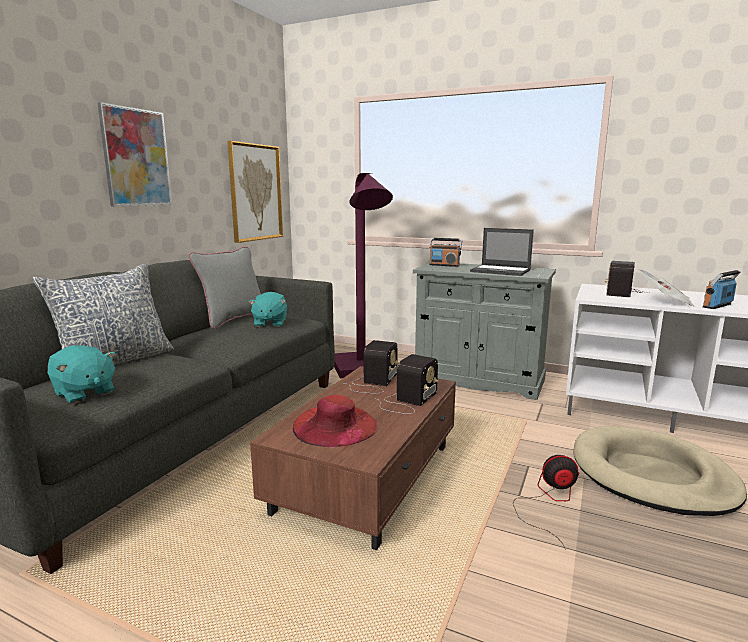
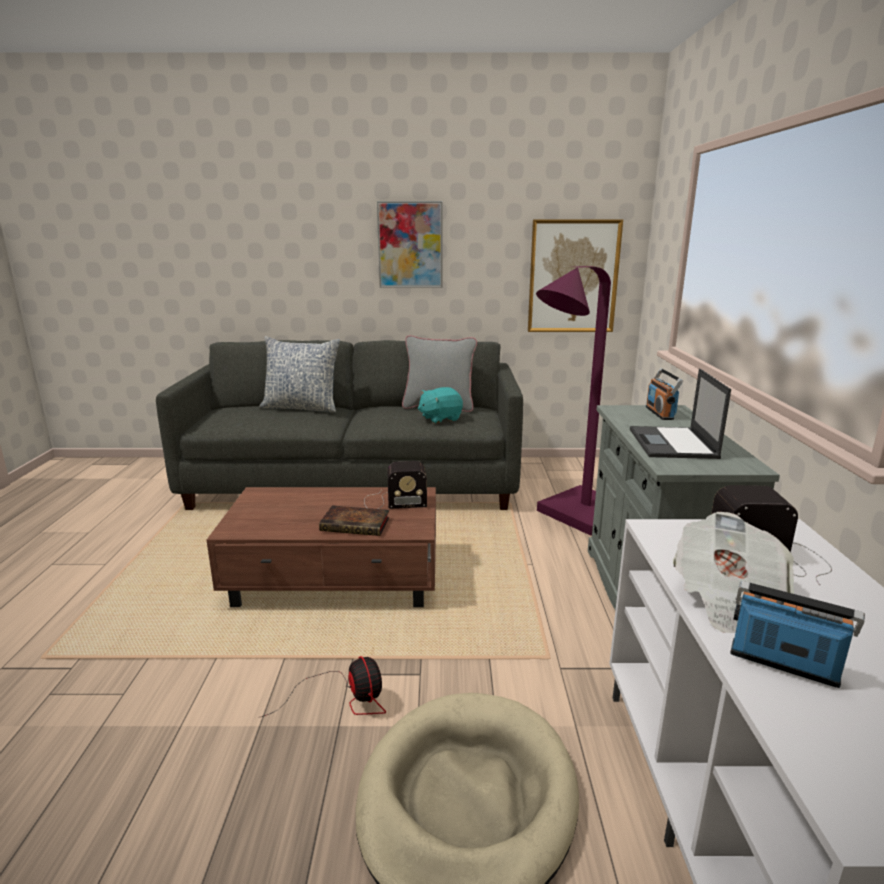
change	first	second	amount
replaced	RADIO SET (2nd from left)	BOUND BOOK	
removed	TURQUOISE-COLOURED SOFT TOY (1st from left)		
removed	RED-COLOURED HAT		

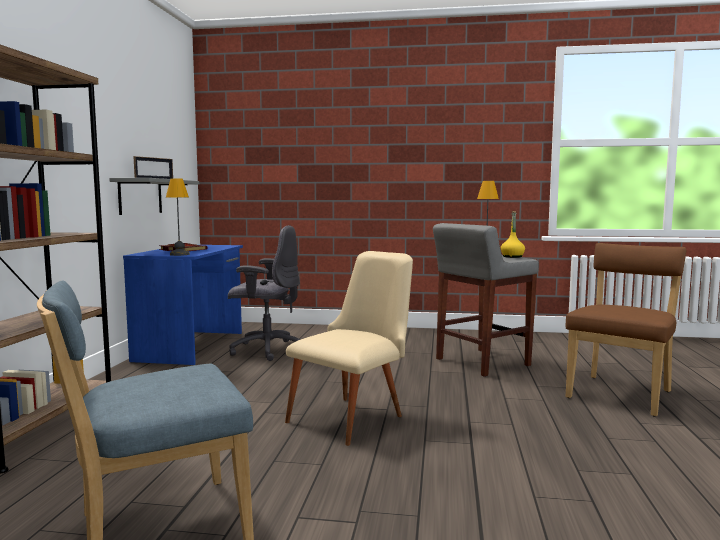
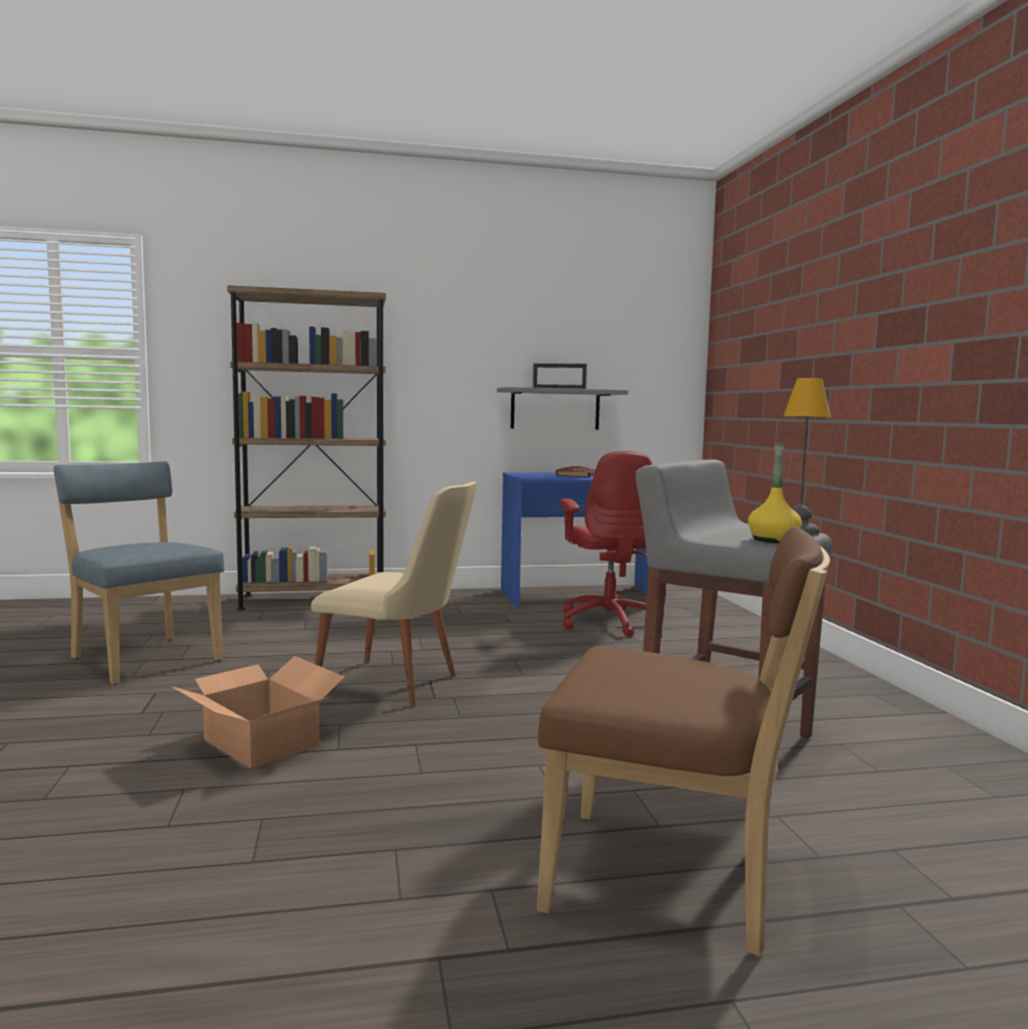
change	first	second	amount
added		PACKING BOX	
recoloured	GREYISH COMPUTER CHAIR	RED-COLOURED COMPUTER CHAIR	
removed	LAMP FOR A TABLE (1st from left)		

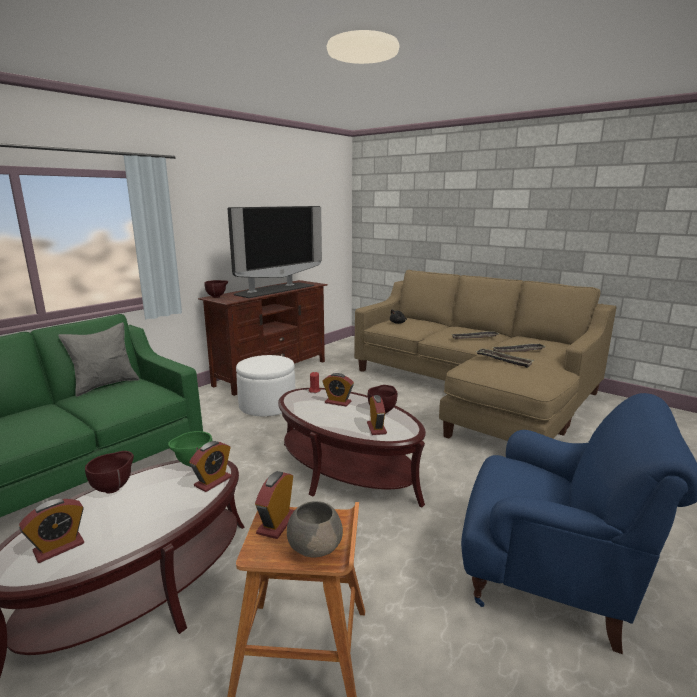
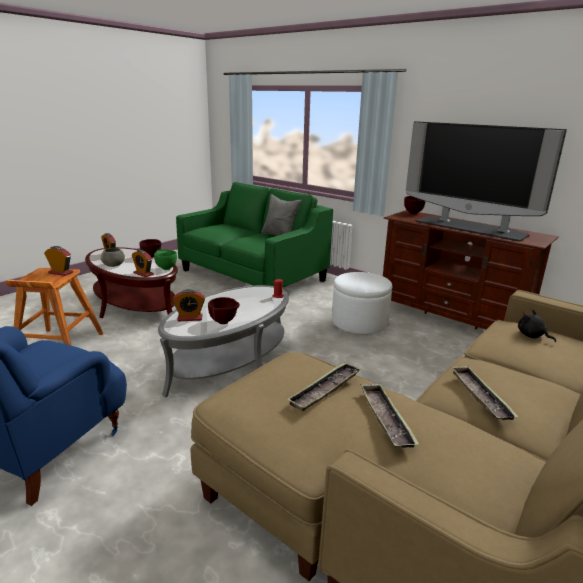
change	first	second	amount
moved	GREYISH BOWL		
recoloured	BROWN-COLOURED COFFEE TABLE (2nd from left)	GREYISH COFFEE TABLE	
removed	ALARM CLOCK (4th from left)		

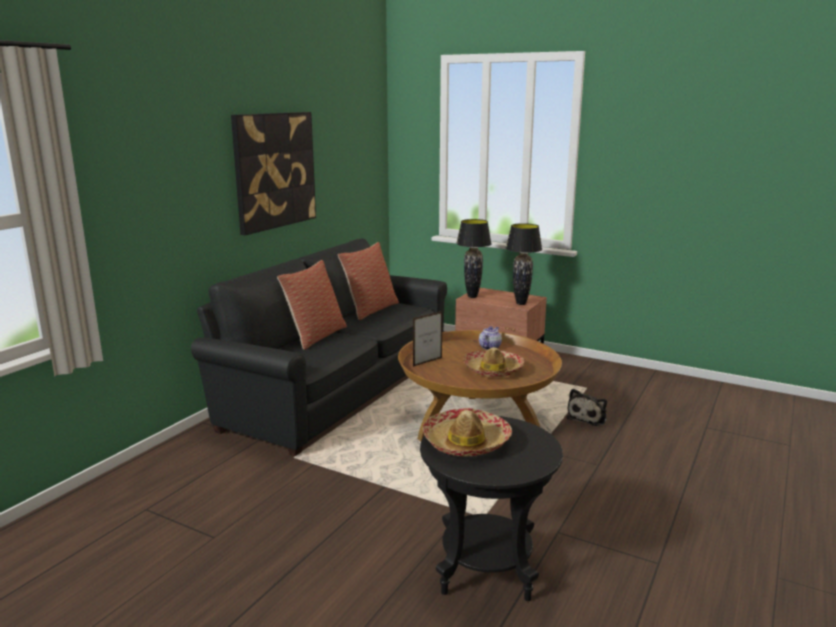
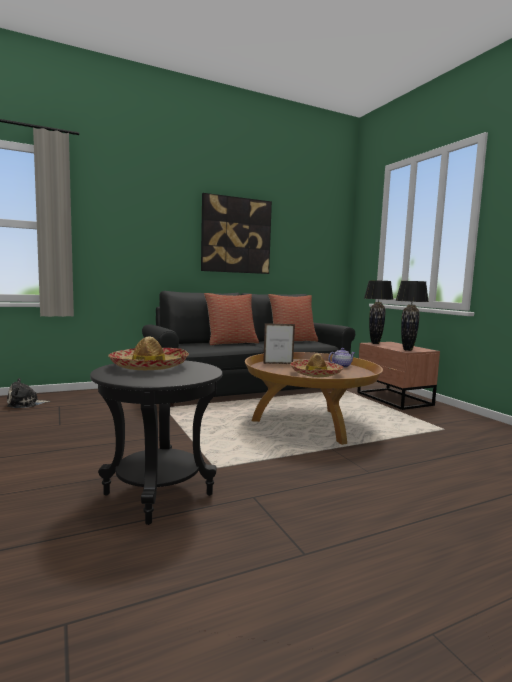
change	first	second	amount
moved	SOFT TOY		

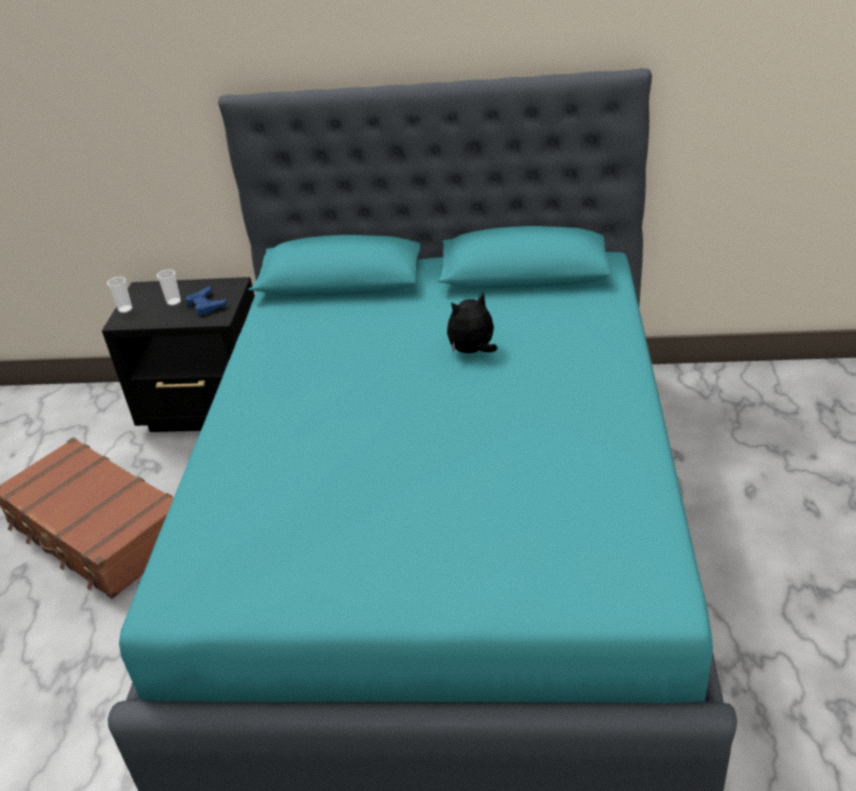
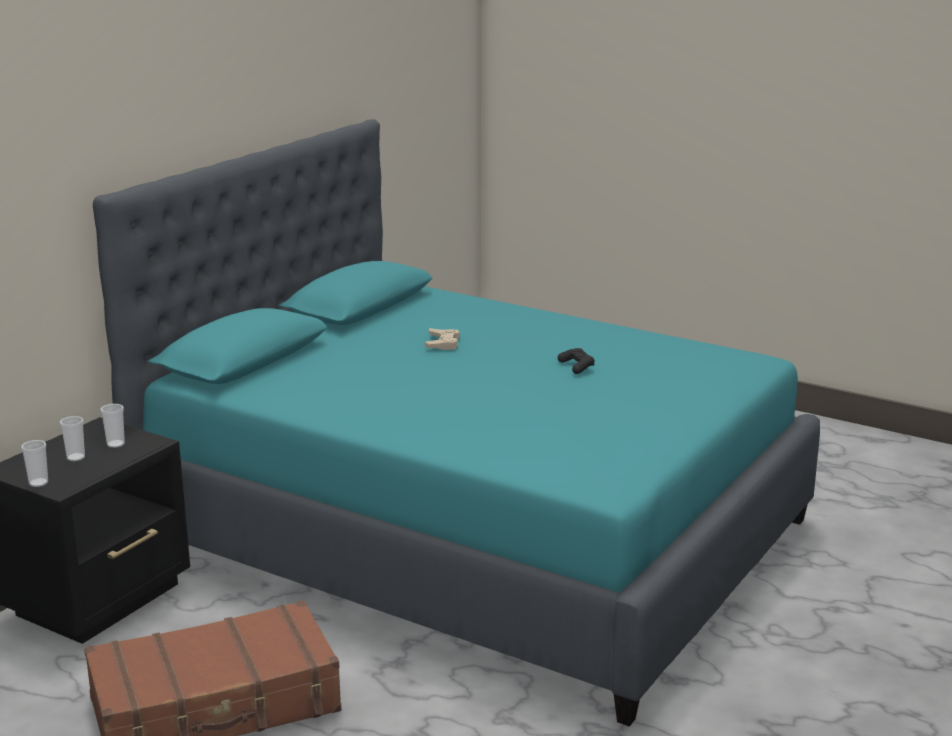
change	first	second	amount
replaced	BLUE GAMEPAD	CUP (3rd from left)	
replaced	SOFT TOY	BEIGE GAMEPAD	
added		BLACKISH GAMEPAD	

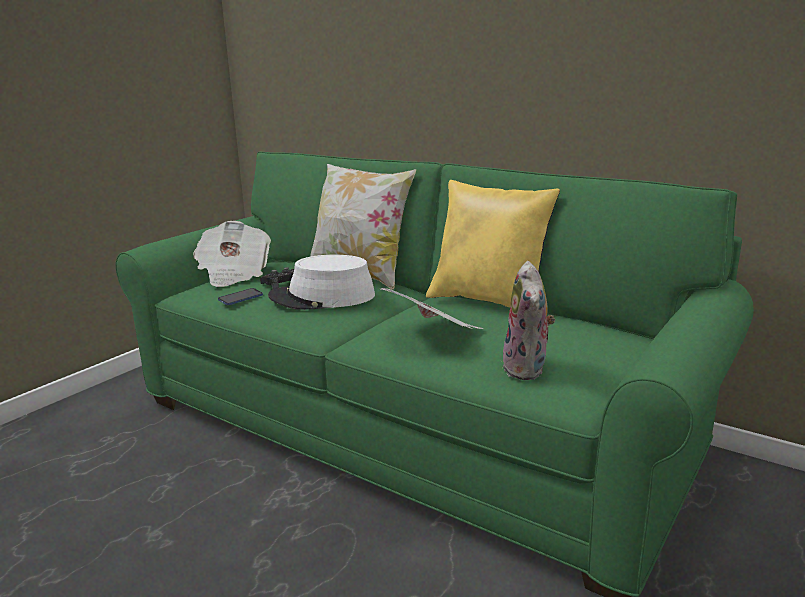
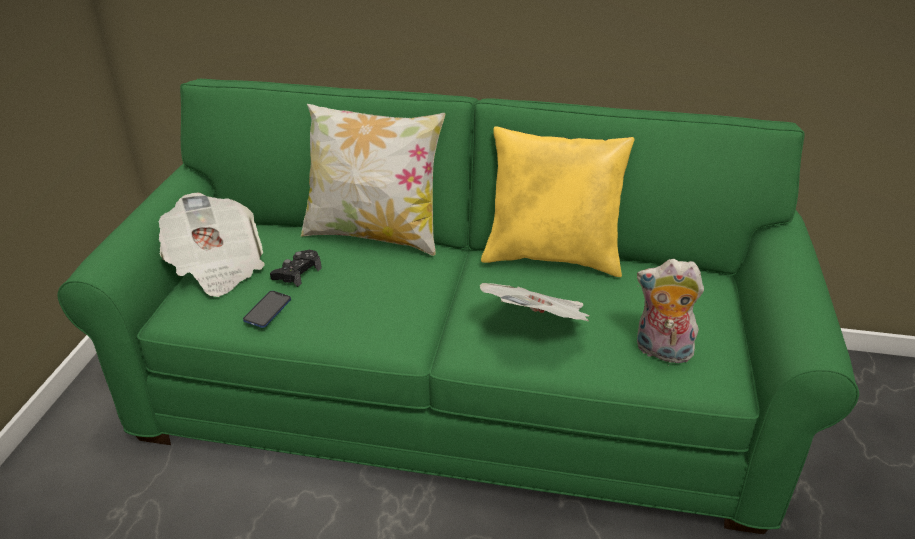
change	first	second	amount
turned	SOFT TOY		135 degrees clockwise
removed	WHITE HAT		

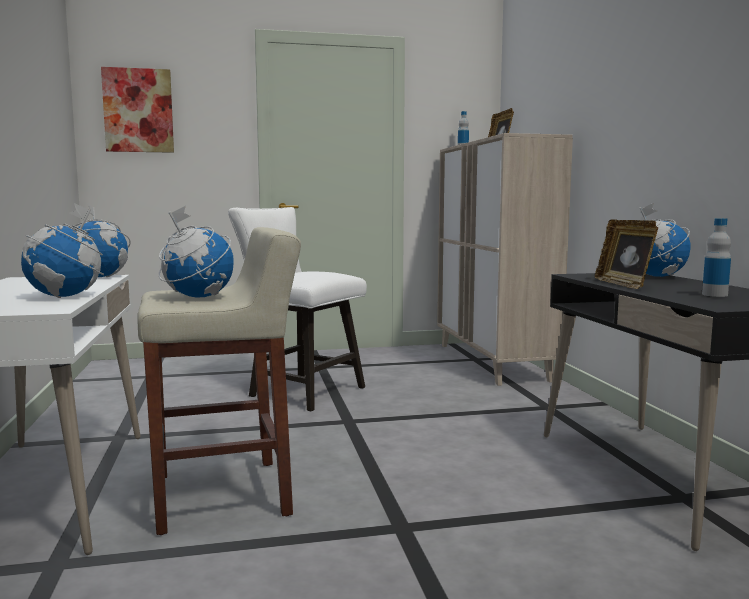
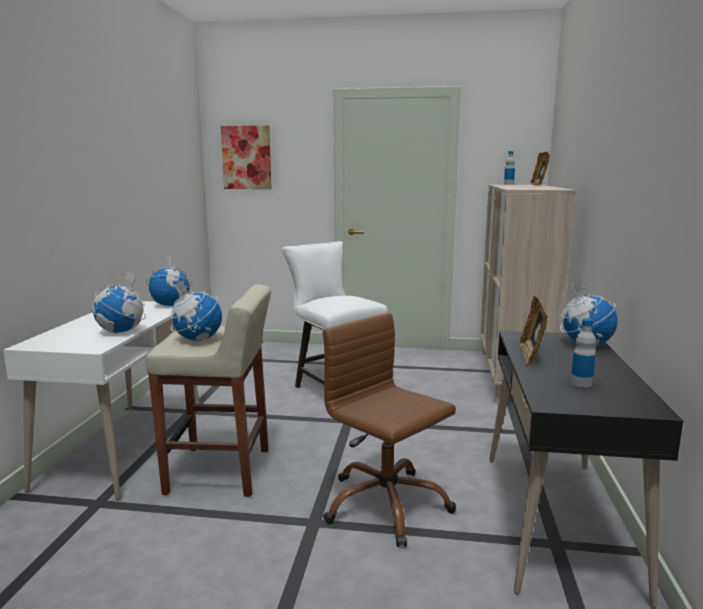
change	first	second	amount
added		BROWN-COLOURED COMPUTER CHAIR	

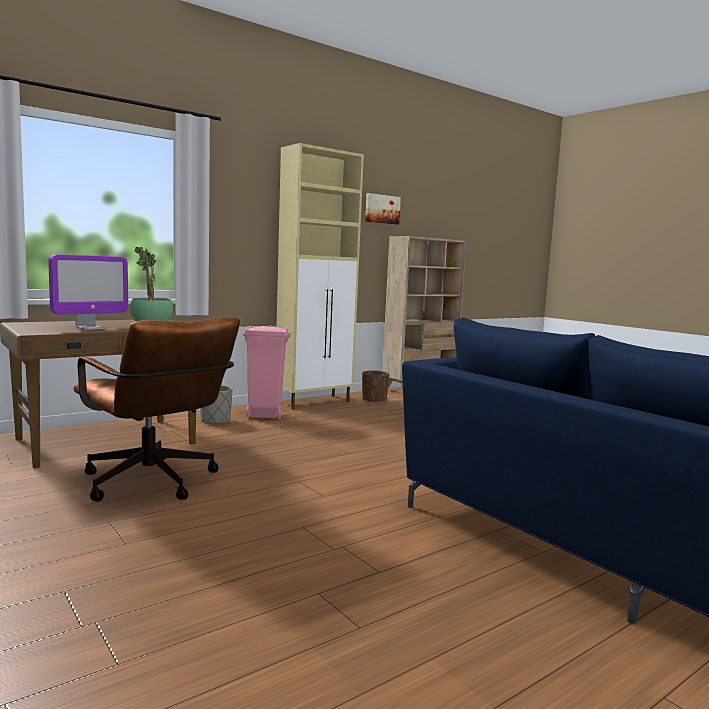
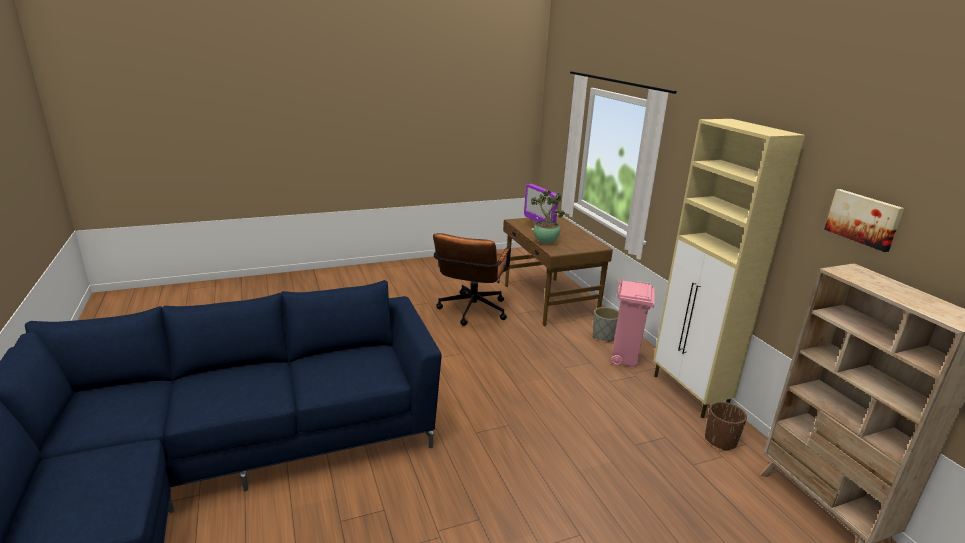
change	first	second	amount
turned	BROWN-COLOURED COMPUTER CHAIR		45 degrees counterclockwise

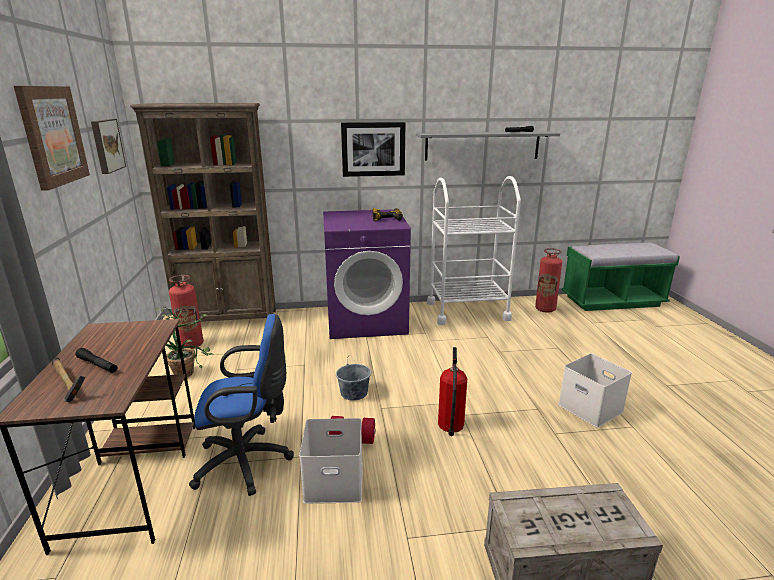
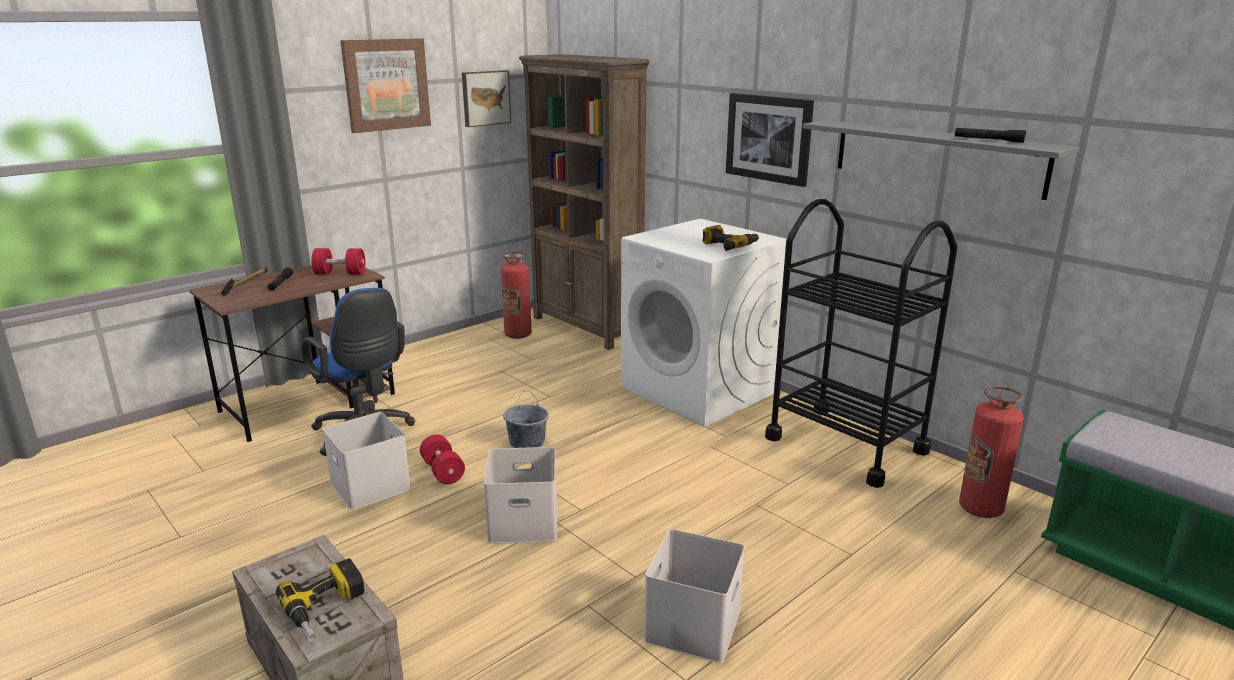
change	first	second	amount
added		DRILL (1st from left)	
added		RED-COLOURED FREE WEIGHT (1st from left)	
replaced	FIRE-FIGHTING CYLINDER (2nd from left)	WHITE STORAGE BOX (2nd from left)	
recoloured	PURPLE WASHING MACHINE	WHITE WASHING MACHINE	
recoloured	WHITE WHEELED CART	BLACKISH WHEELED CART	
removed	HOUSEPLANT		

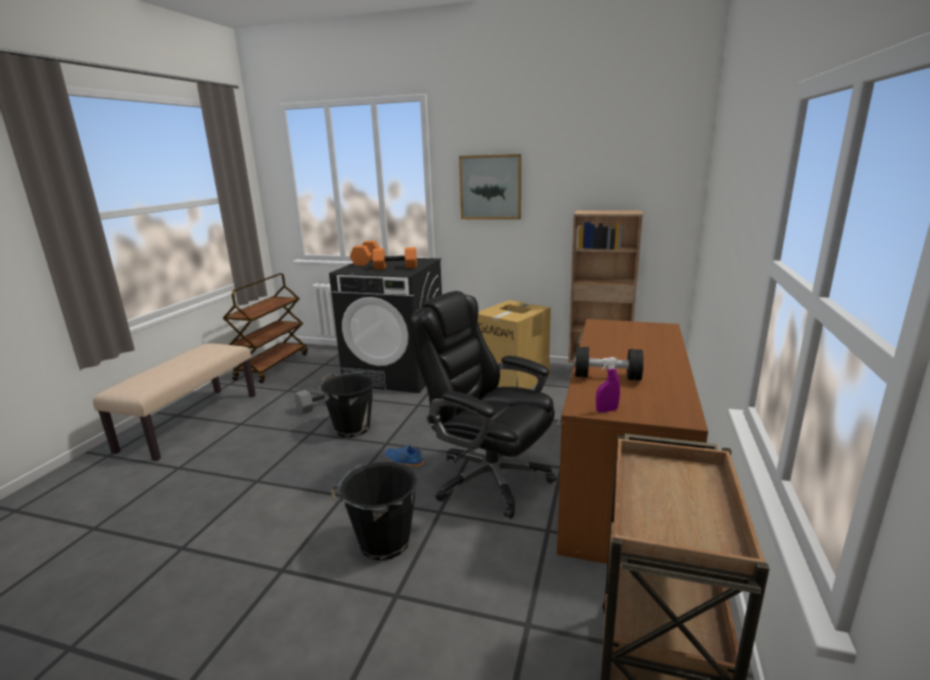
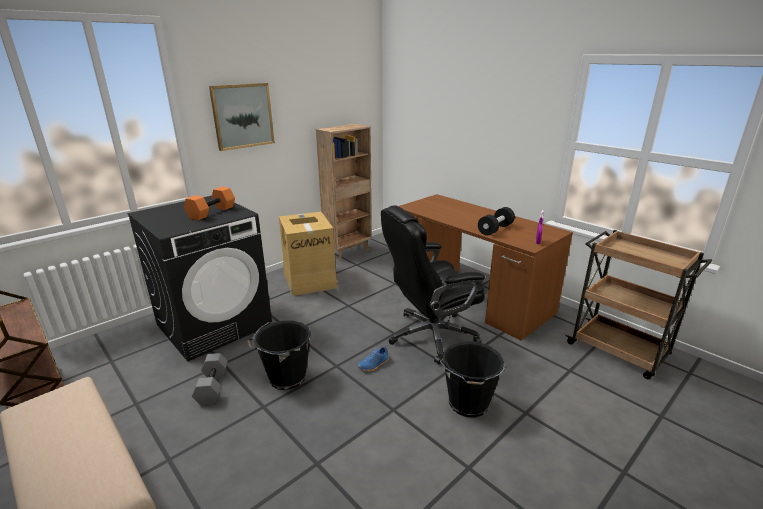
change	first	second	amount
removed	ORANGE FREE WEIGHT (1st from left)		

